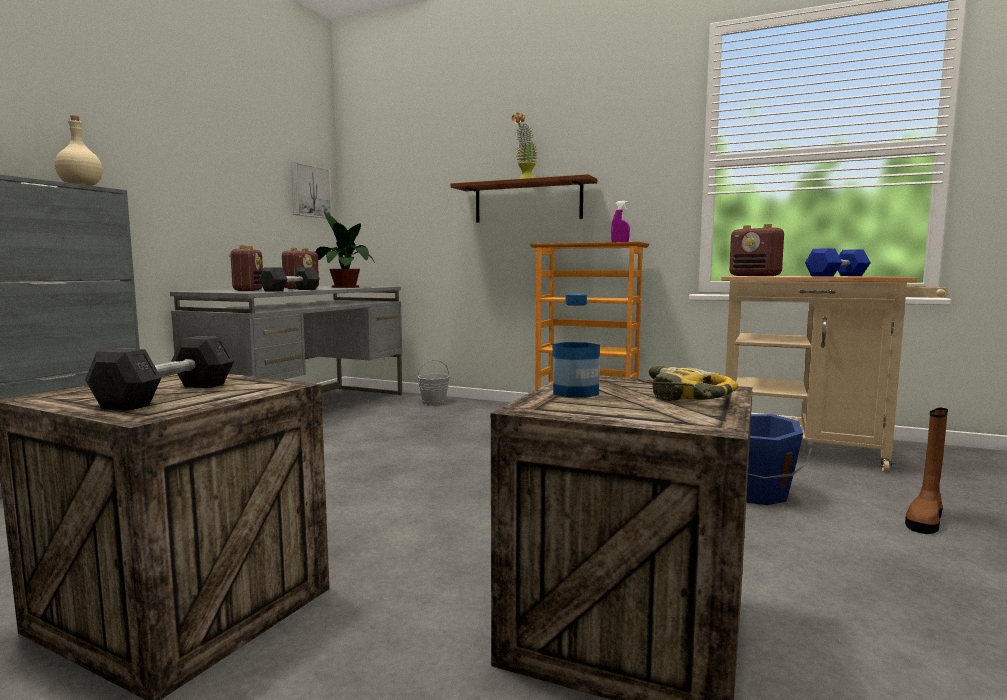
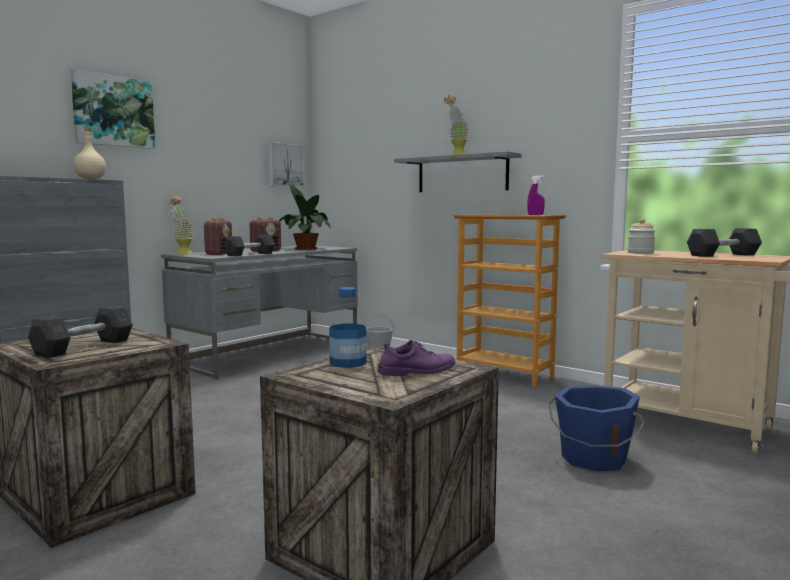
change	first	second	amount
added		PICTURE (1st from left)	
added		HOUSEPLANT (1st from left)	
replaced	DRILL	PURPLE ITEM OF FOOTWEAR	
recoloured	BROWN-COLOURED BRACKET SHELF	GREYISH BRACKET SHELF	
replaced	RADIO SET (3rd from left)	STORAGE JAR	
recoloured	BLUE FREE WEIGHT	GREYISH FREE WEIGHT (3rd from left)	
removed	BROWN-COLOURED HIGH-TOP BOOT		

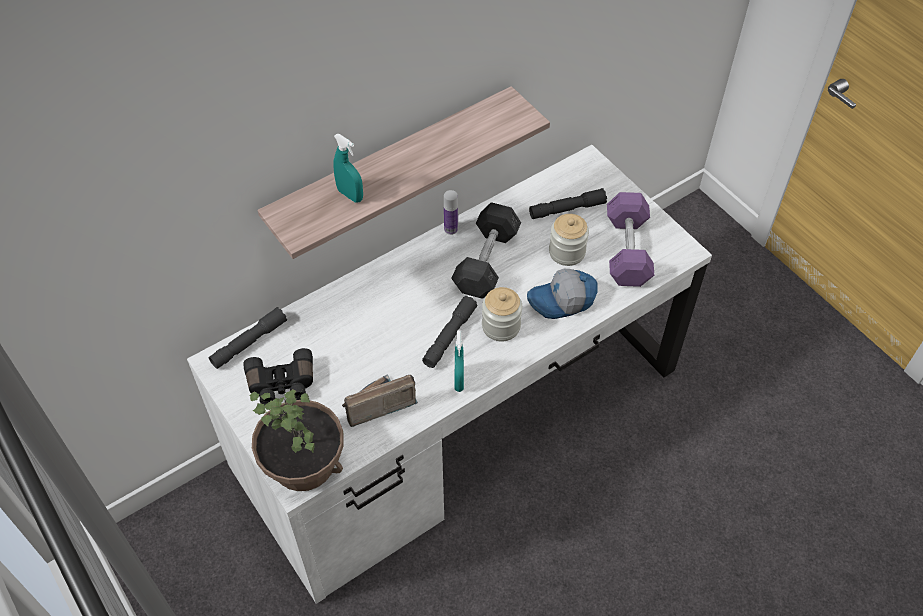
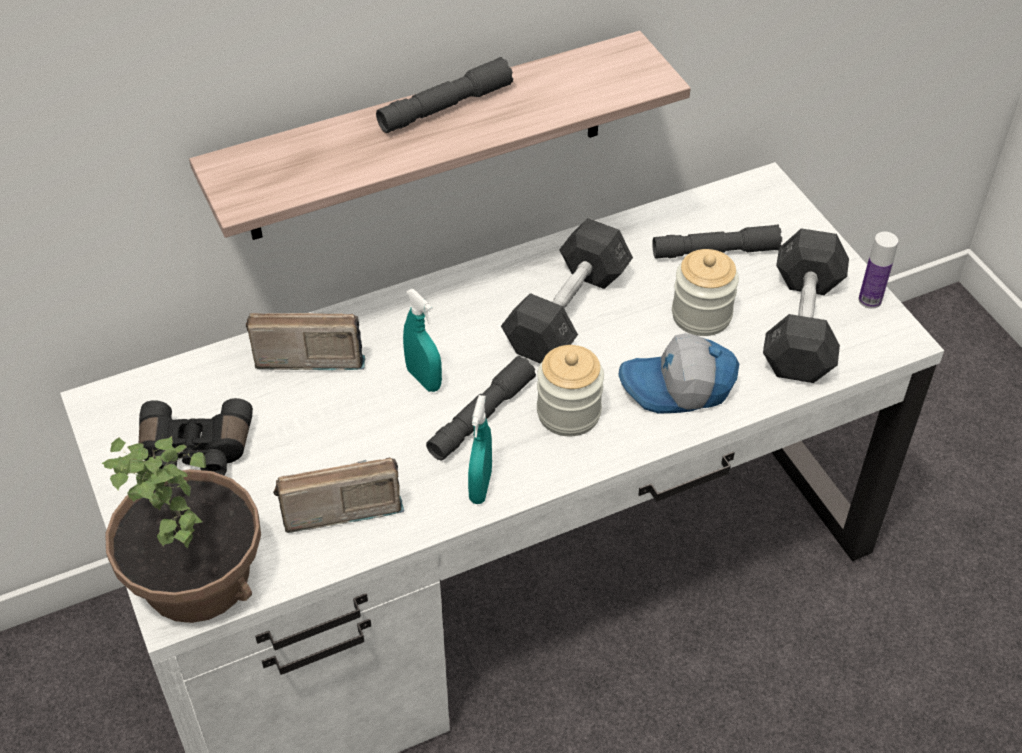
change	first	second	amount
added		RADIO SET (1st from left)	
moved	GREYISH TORCH (1st from left)		
moved	TURQUOISE-COLOURED SPRAYER (1st from left)		
recoloured	PURPLE FREE WEIGHT	GREYISH FREE WEIGHT (2nd from left)	
moved	BOTTLE		

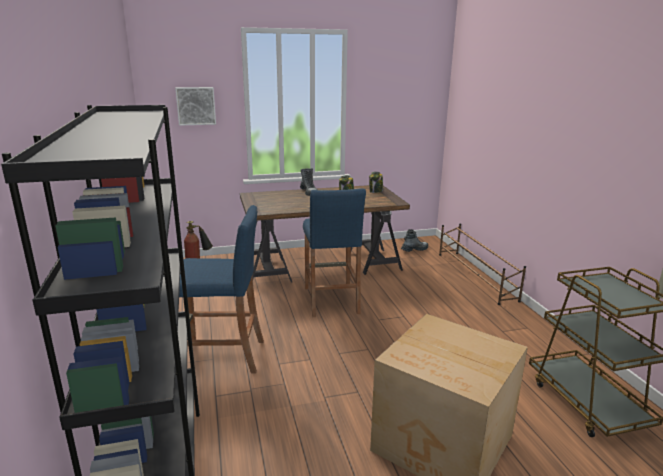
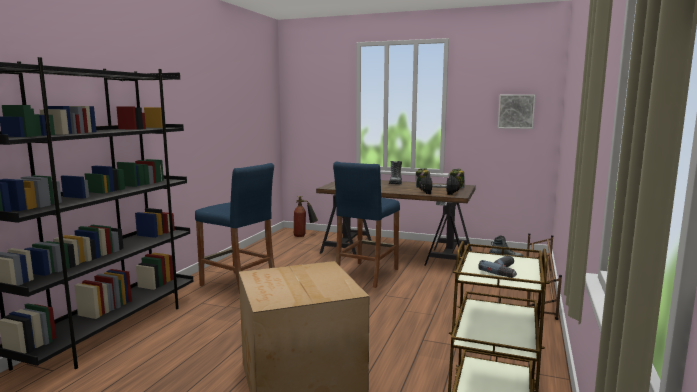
change	first	second	amount
added		BLACKISH FREE WEIGHT	
added		DRILL	
moved	PICTURE		

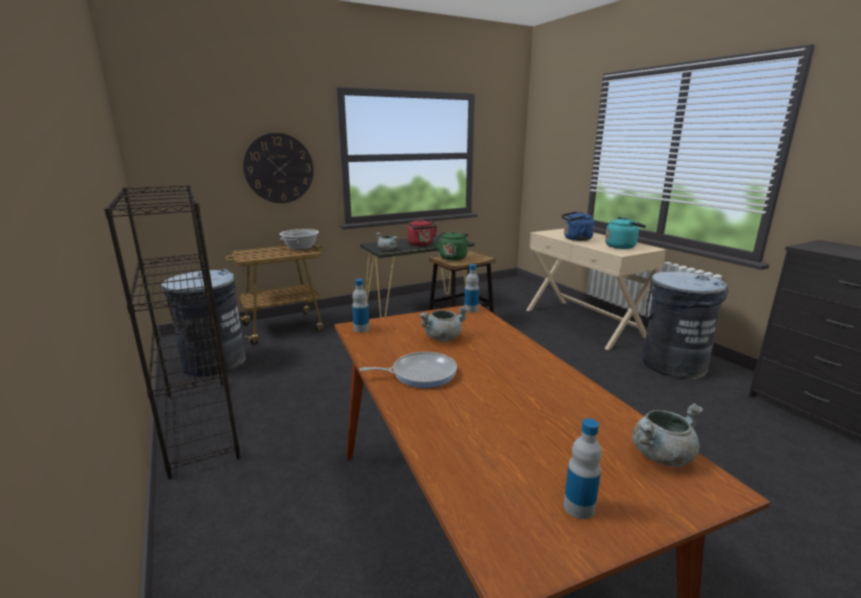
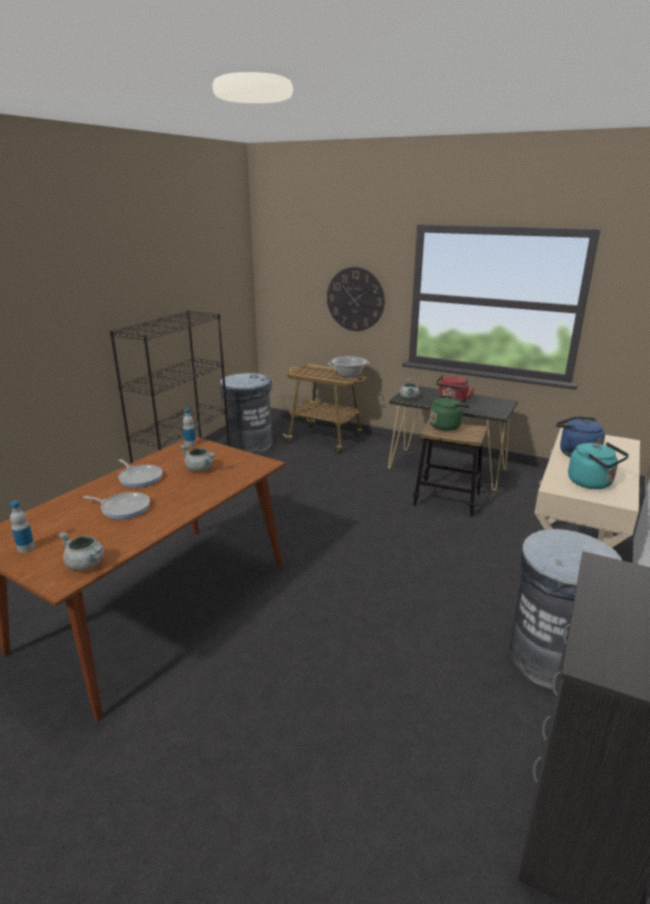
change	first	second	amount
added		PAN (1st from left)	
removed	BOTTLE (2nd from left)		

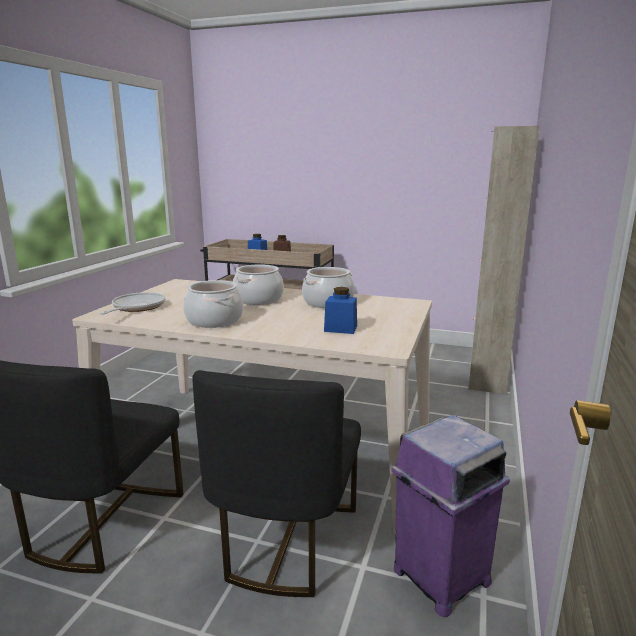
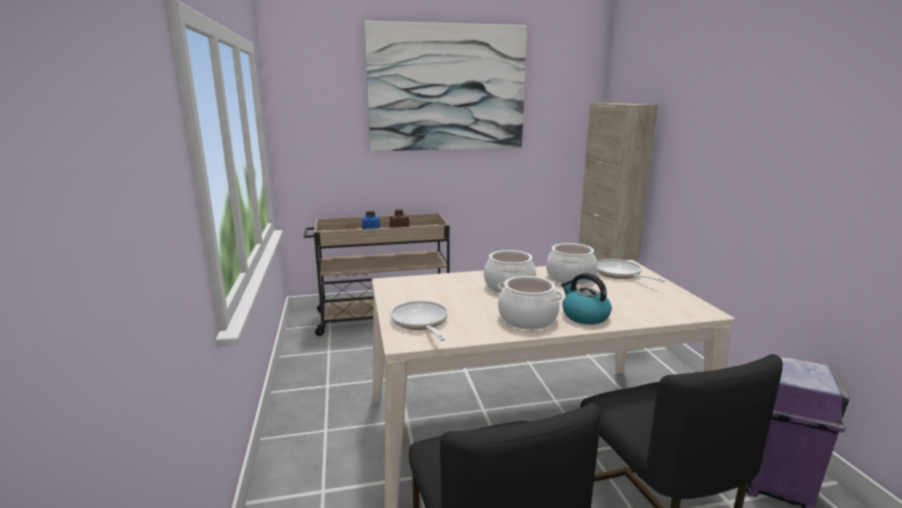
change	first	second	amount
added		PICTURE	
added		TEA KETTLE	
added		PAN (2nd from left)	
removed	BLUE STORAGE JAR (2nd from left)		

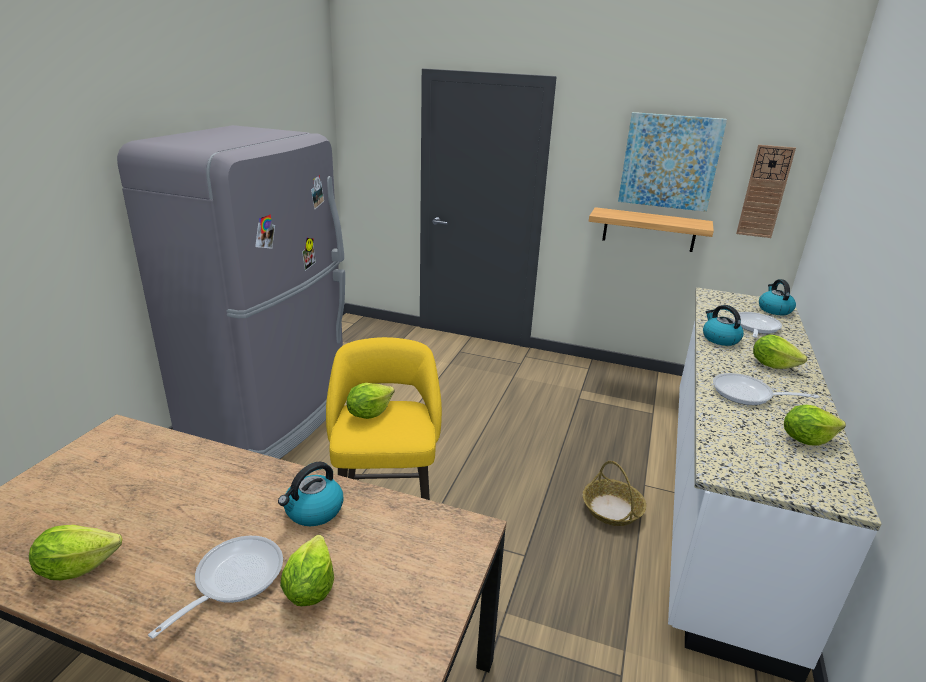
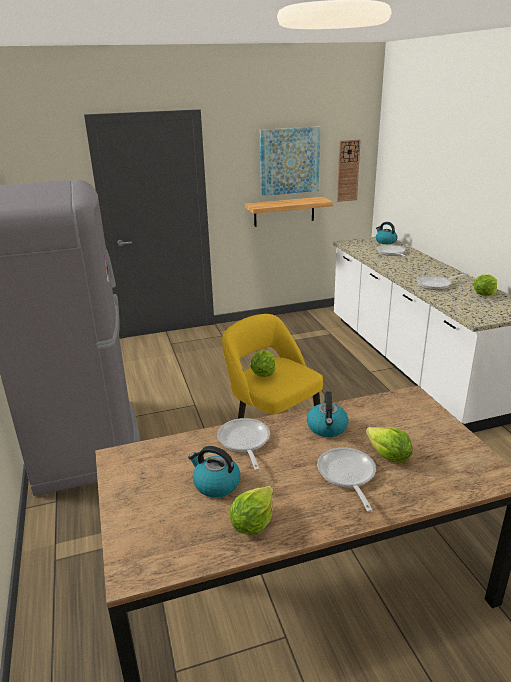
change	first	second	amount
moved	TEA KETTLE (2nd from left in the first image)	TEA KETTLE (1st from left)	
added		PAN (1st from left)	
removed	STORAGE BASKET		
removed	HEAD OF LETTUCE (4th from left)		

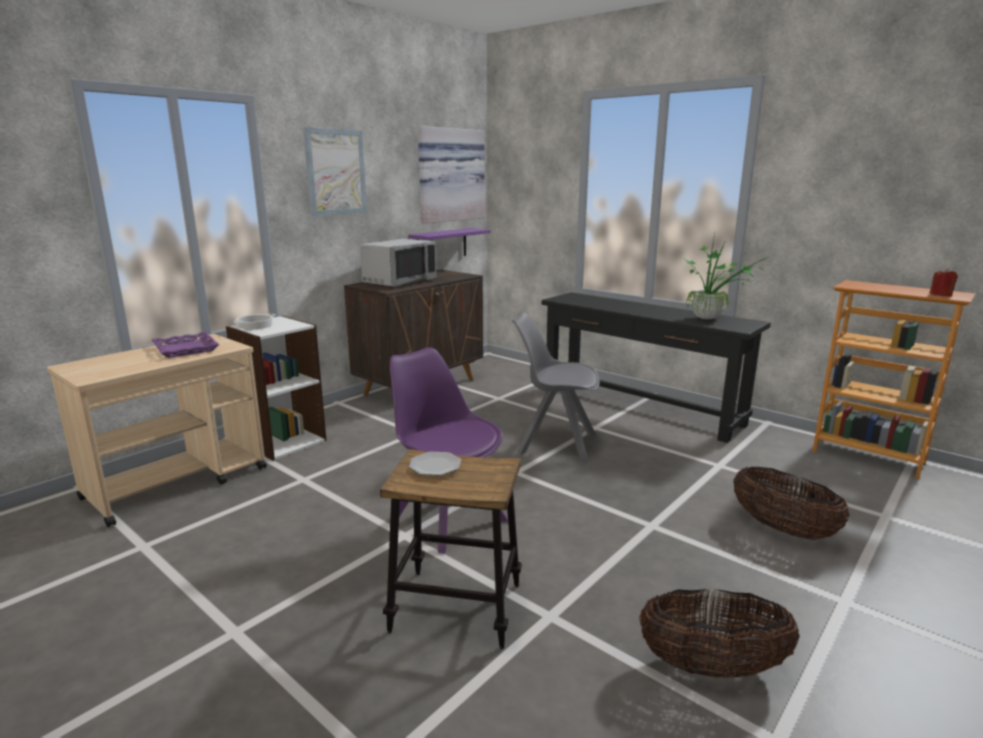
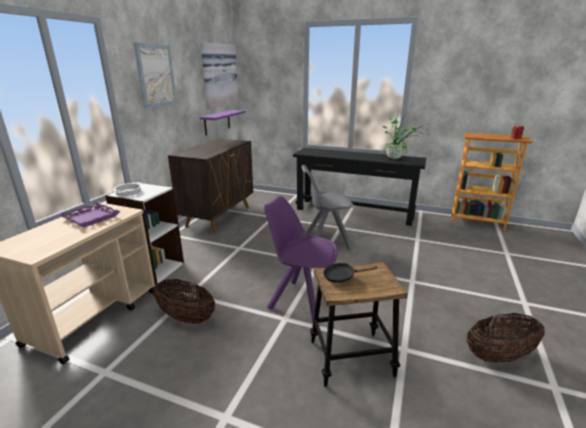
change	first	second	amount
moved	STORAGE BASKET (2nd from left in the first image)	STORAGE BASKET (1st from left)	
replaced	FLAT DISH	BLACKISH PAN	
removed	GREYISH MICROWAVE		

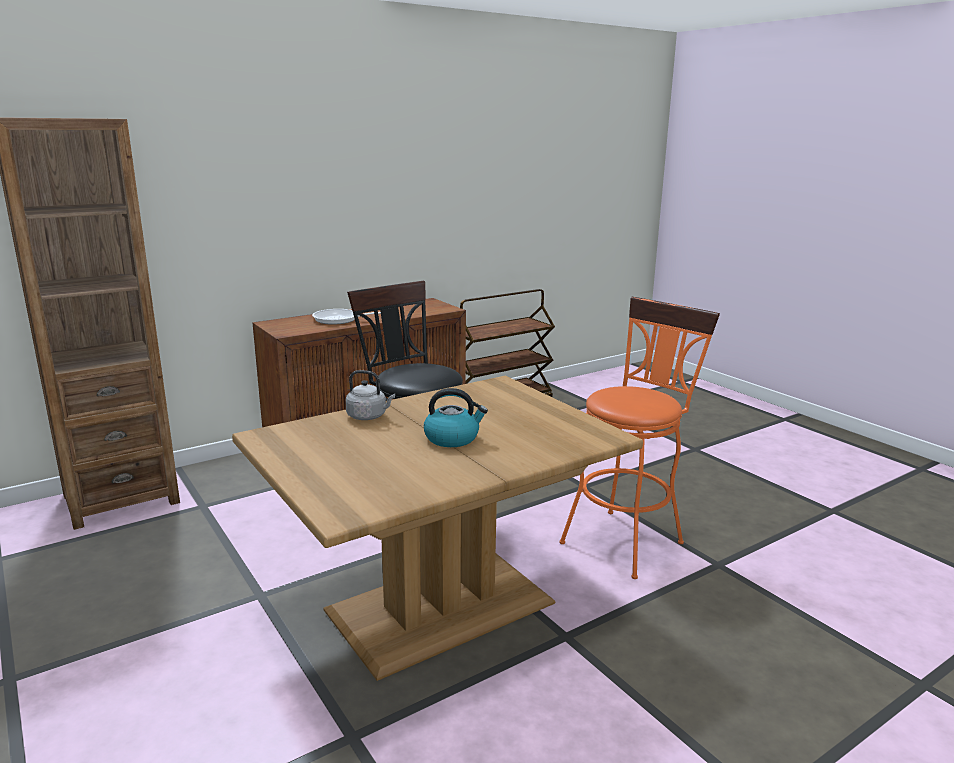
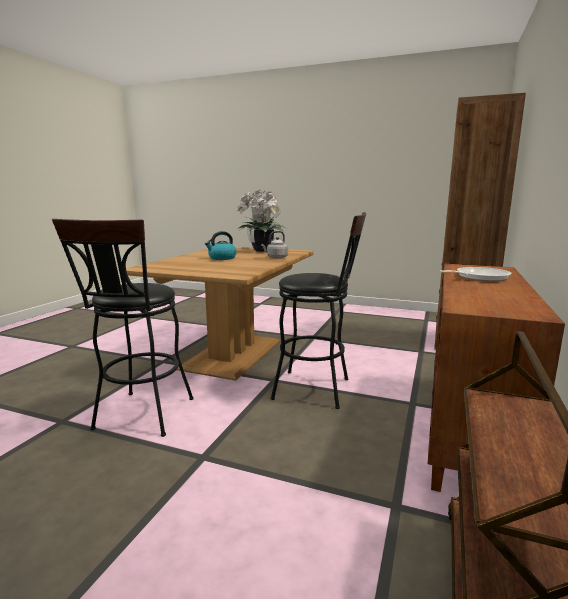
change	first	second	amount
recoloured	ORANGE SITTING STOOL	BLACKISH SITTING STOOL (1st from left)	
added		HOUSEPLANT	

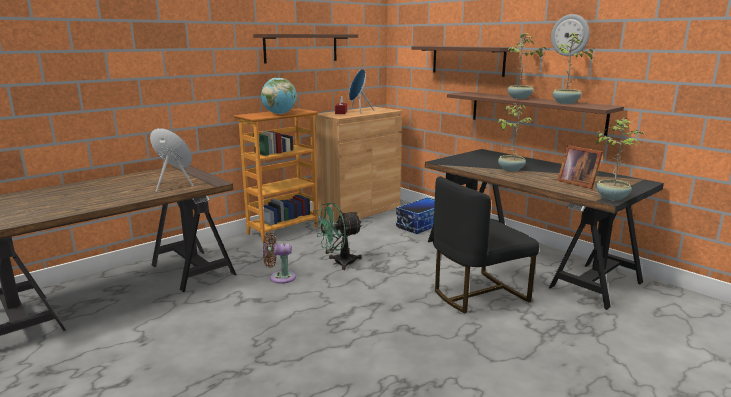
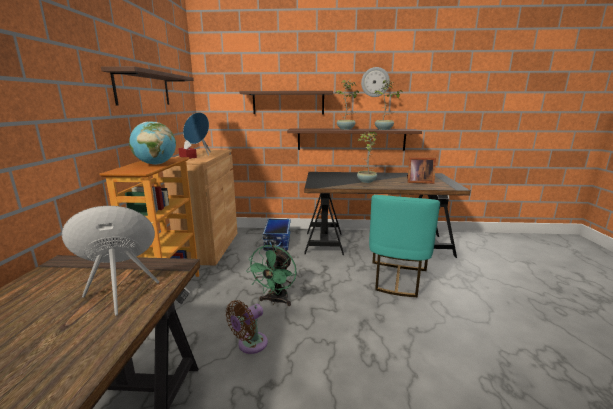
change	first	second	amount
recoloured	BLACKISH PLAIN CHAIR	TURQUOISE-COLOURED PLAIN CHAIR	
removed	HOUSEPLANT (4th from left)		

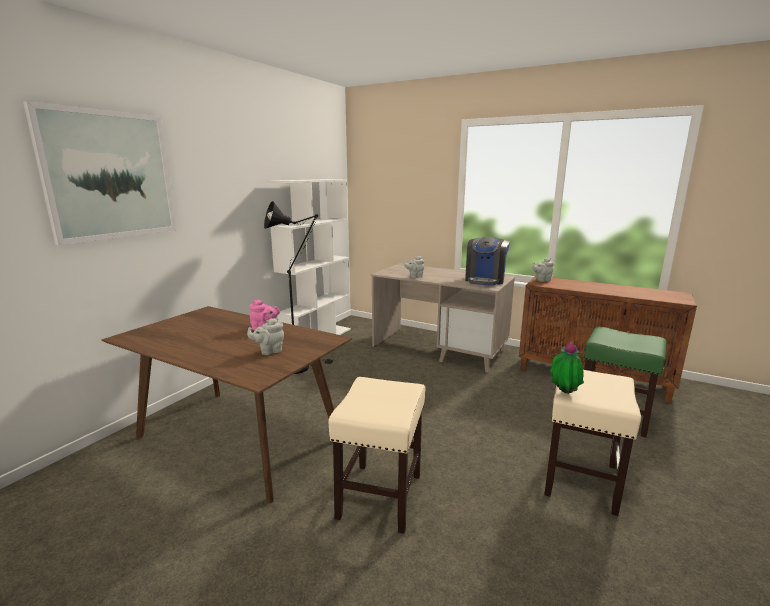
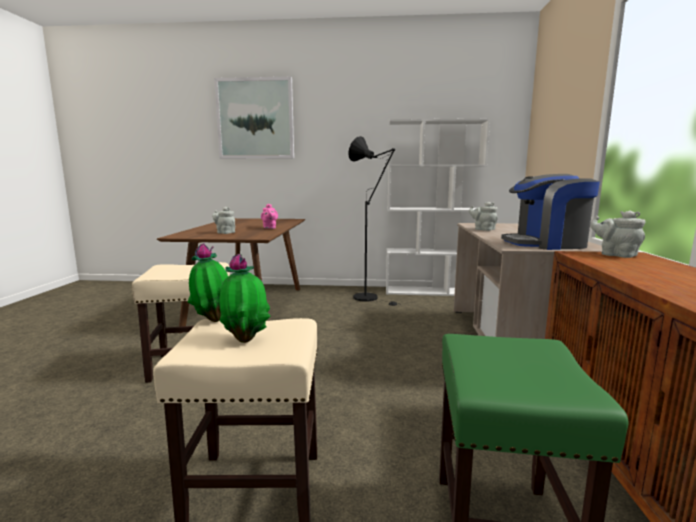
change	first	second	amount
added		HOUSEPLANT (2nd from left)	

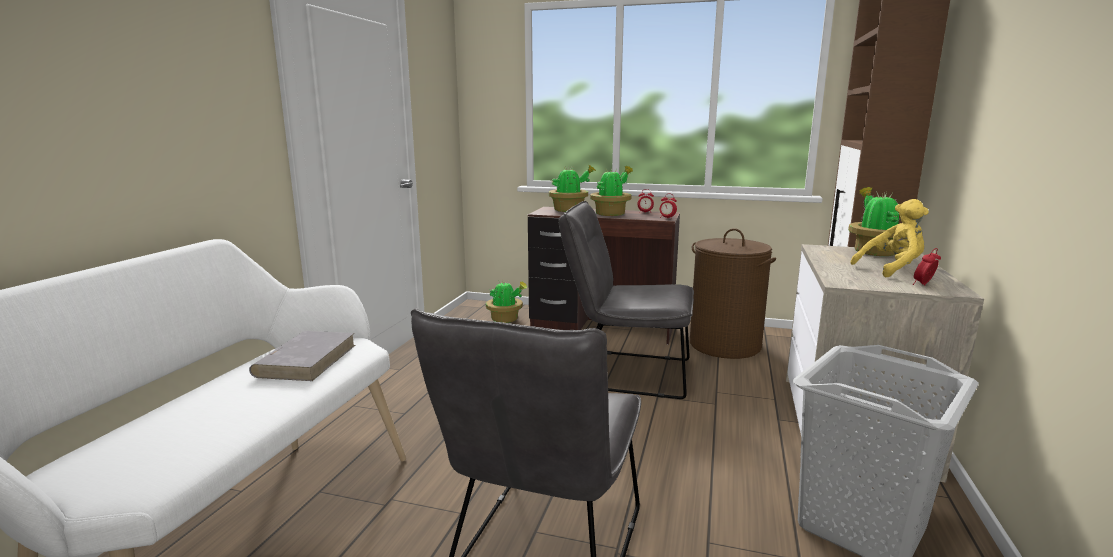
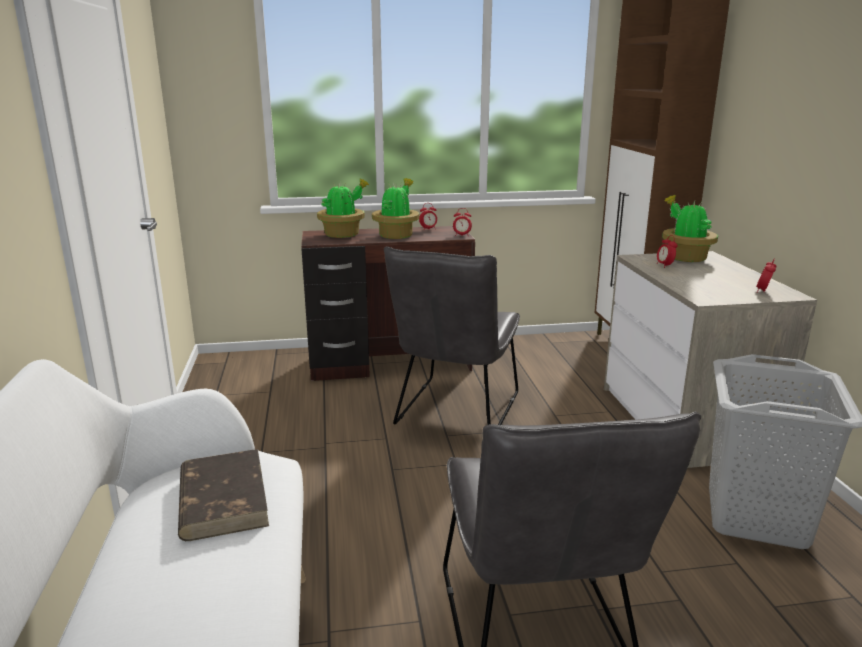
change	first	second	amount
recoloured	GREYISH BOUND BOOK	BROWN-COLOURED BOUND BOOK	
turned	GREYISH PLAIN CHAIR (2nd from left in the first image)	GREYISH PLAIN CHAIR (1st from left)	60 degrees counterclockwise
added		ALARM CLOCK (3rd from left)	
removed	HOUSEPLANT (1st from left)		
removed	BROWN-COLOURED WASHING BASKET		
removed	YELLOW-COLOURED SOFT TOY		

